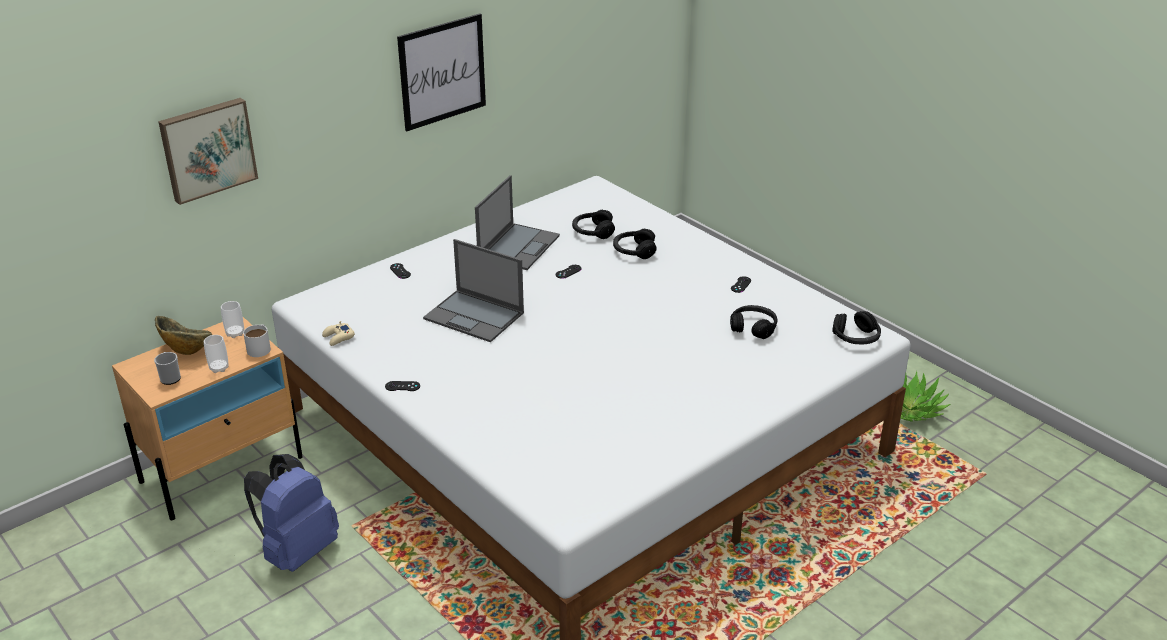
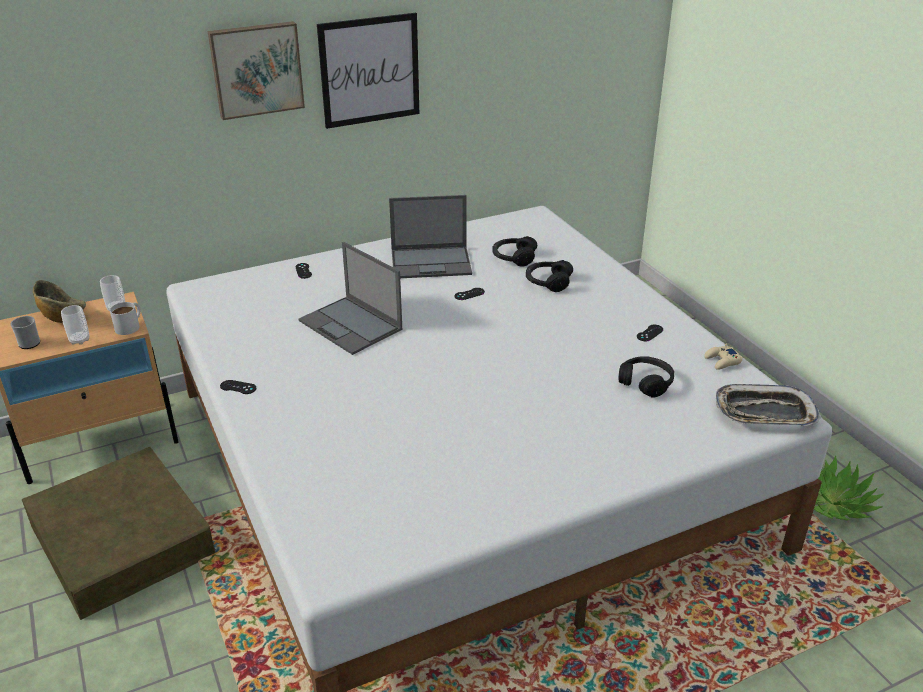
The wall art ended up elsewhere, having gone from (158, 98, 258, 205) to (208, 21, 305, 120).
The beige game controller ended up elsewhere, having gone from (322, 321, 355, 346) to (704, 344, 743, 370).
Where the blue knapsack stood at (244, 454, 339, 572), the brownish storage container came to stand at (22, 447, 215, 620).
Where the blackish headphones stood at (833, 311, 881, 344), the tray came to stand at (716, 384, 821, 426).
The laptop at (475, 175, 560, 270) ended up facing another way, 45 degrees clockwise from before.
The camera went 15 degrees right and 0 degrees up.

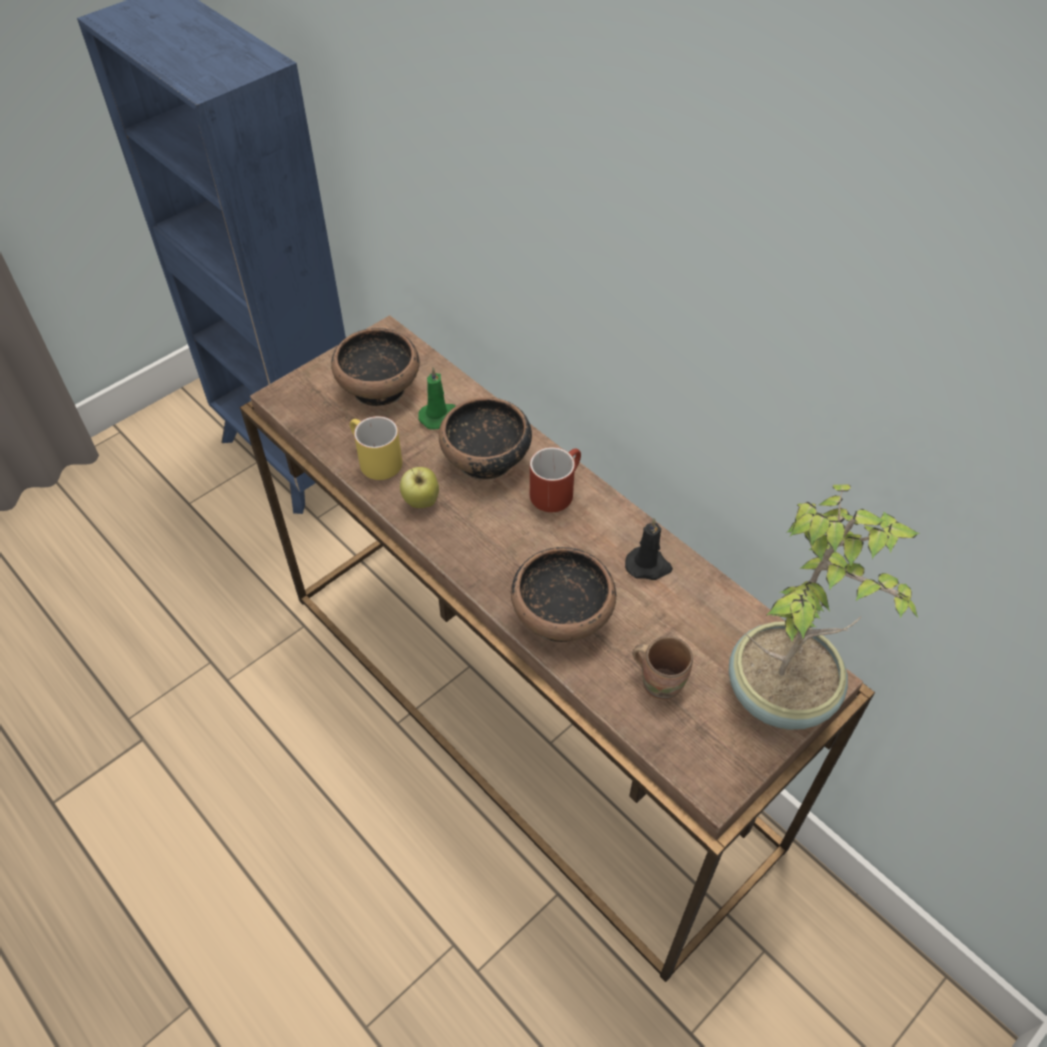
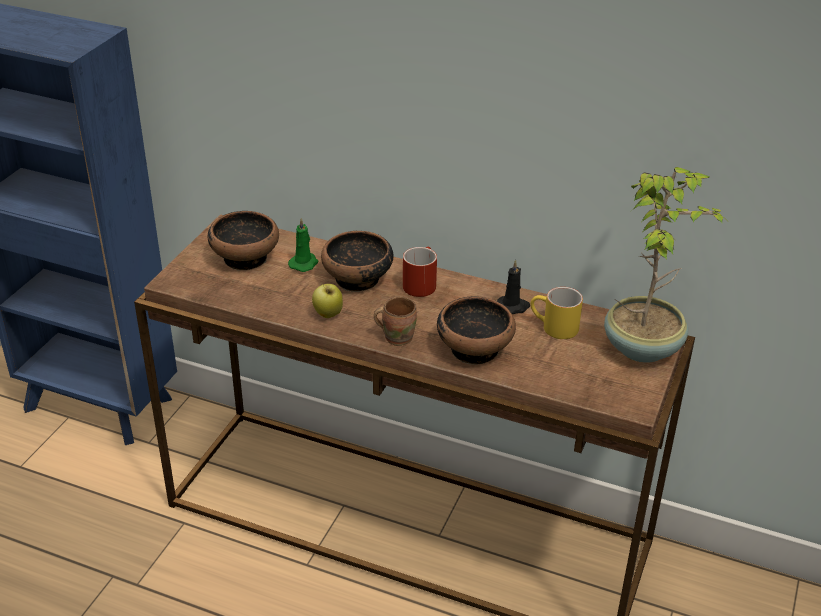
The yellowish mug ended up elsewhere, having gone from (350, 416, 402, 480) to (531, 287, 583, 339).
The brownish mug ended up elsewhere, having gone from (633, 636, 693, 700) to (374, 296, 417, 346).
The camera went 25 degrees left and 15 degrees down.

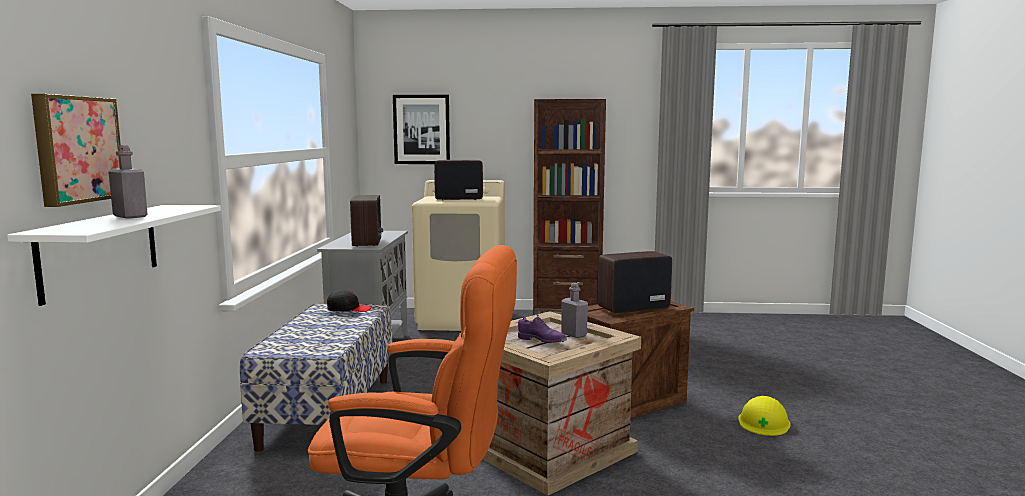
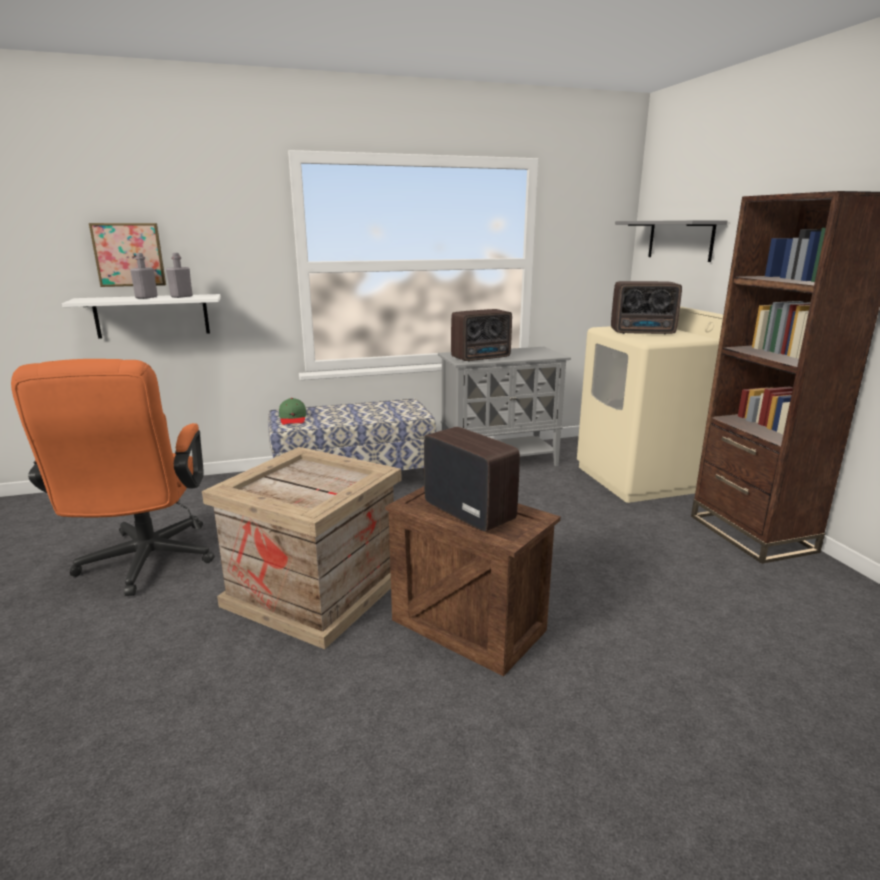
The second view lost the blackish baseball cap at (327, 290, 372, 312).
The second view lost the purple item of footwear at (518, 314, 567, 343).
The second view lost the yellowish work helmet at (738, 396, 791, 436).
The second view gained the green baseball cap at (279, 398, 306, 425).
The gray drink bottle ended up elsewhere, having gone from (561, 283, 588, 338) to (166, 253, 193, 298).
Where the wall art hung at (393, 95, 450, 164), the gray bracket shelf came to hang at (615, 220, 727, 262).
The radio set at (434, 160, 483, 201) ended up facing another way, 120 degrees clockwise from before.
The camera went 70 degrees right and 10 degrees up.

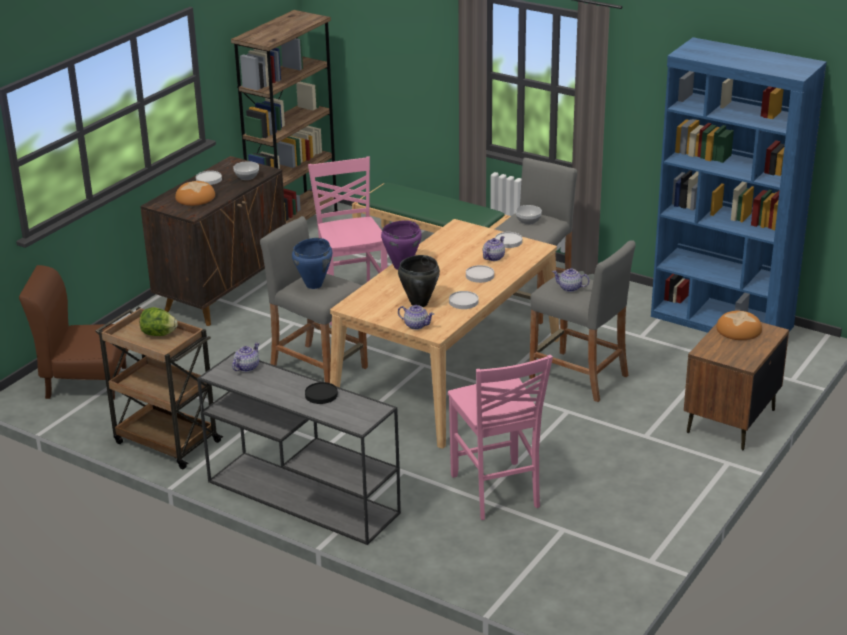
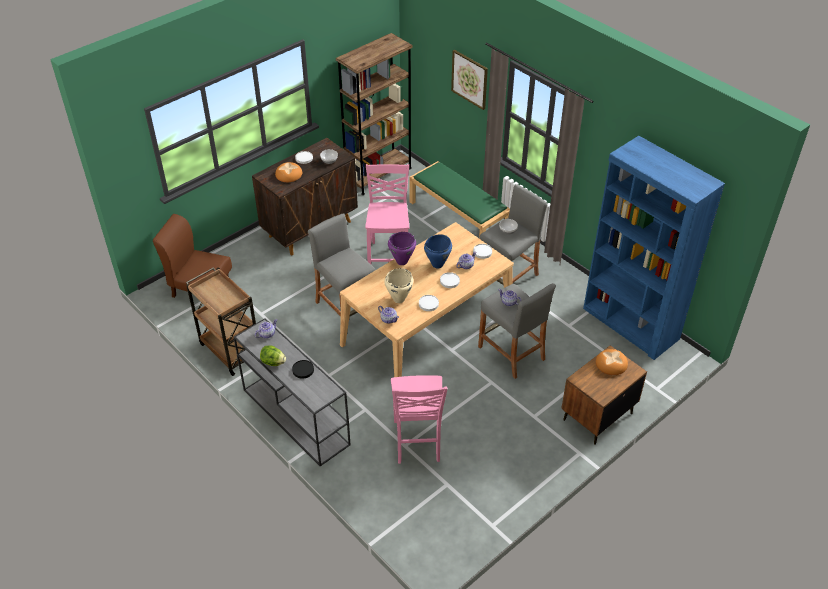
The second view gained the wall art at (451, 50, 488, 110).
The lettuce ended up elsewhere, having gone from (140, 307, 178, 336) to (260, 346, 286, 366).
The blue saucepot ended up elsewhere, having gone from (292, 238, 332, 289) to (424, 234, 452, 269).
What was the blackish saucepot at (398, 255, 440, 307) turned into the beige saucepot at (384, 268, 413, 303).
The camera went 15 degrees right and 15 degrees up.

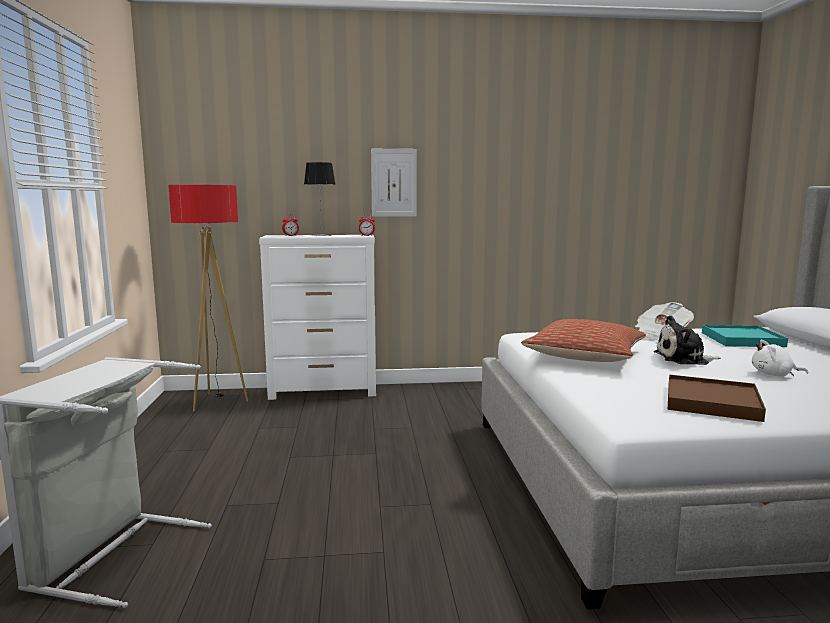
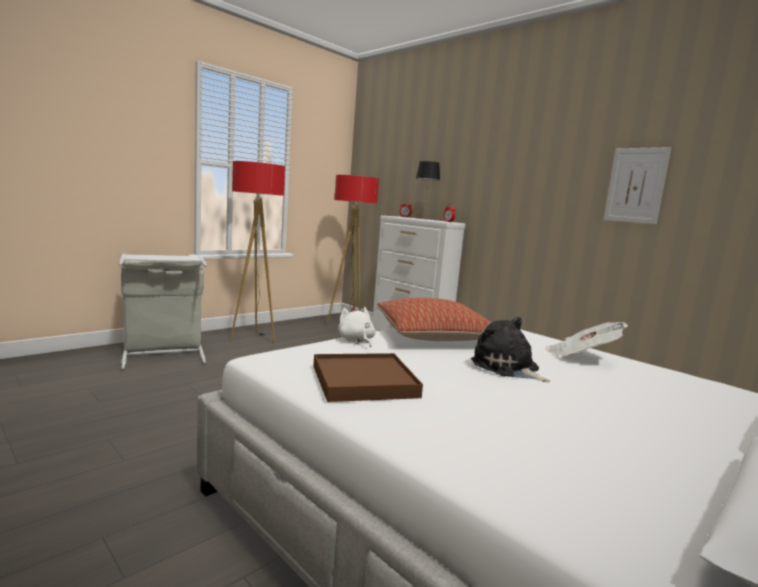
The second view lost the turquoise tray at (702, 325, 788, 347).
The second view gained the floor lamp at (230, 161, 285, 343).
The wall art ended up elsewhere, having gone from (371, 149, 417, 217) to (604, 147, 671, 224).
The white-coloured soft toy ended up elsewhere, having gone from (752, 340, 808, 376) to (338, 307, 375, 347).
The camera went 50 degrees right and 0 degrees up.

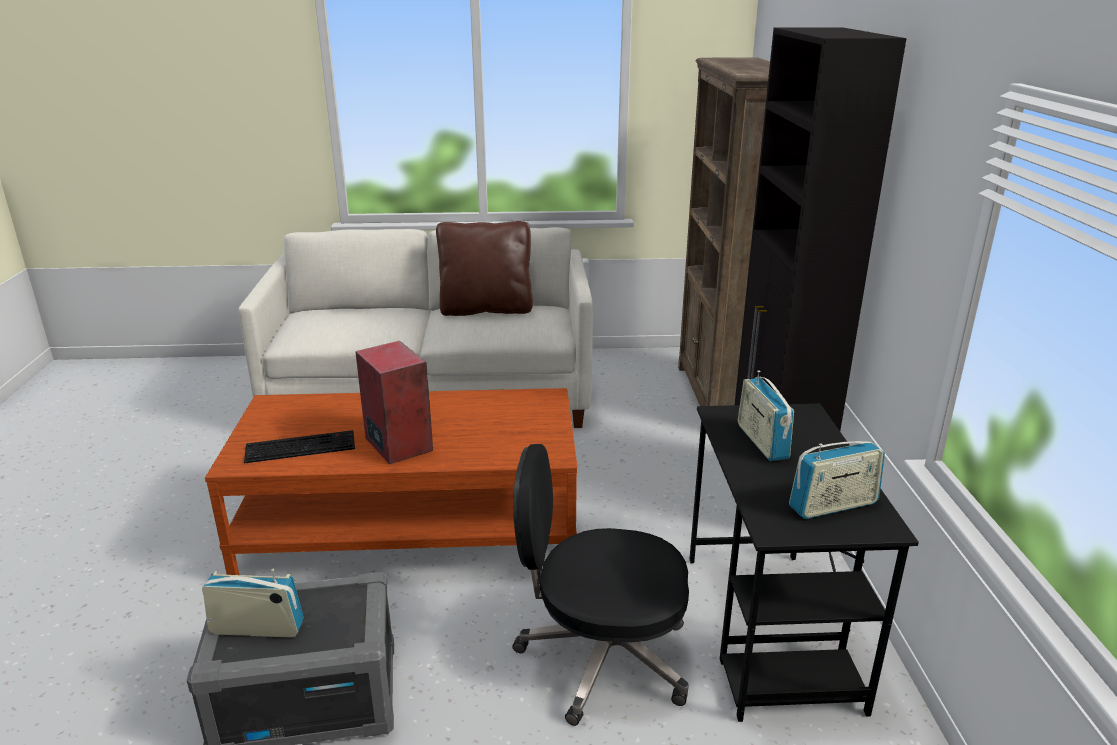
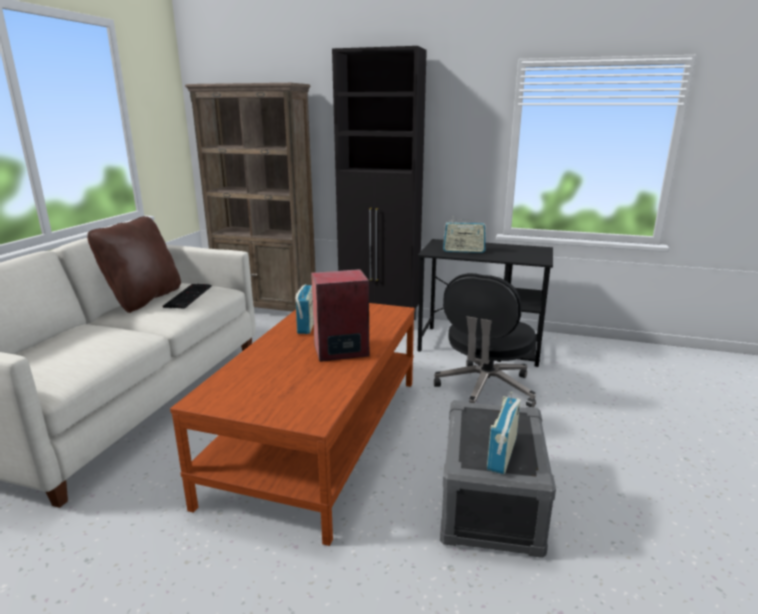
The computer keyboard ended up elsewhere, having gone from (244, 430, 355, 464) to (163, 284, 212, 309).
The radio set ended up elsewhere, having gone from (789, 441, 885, 519) to (295, 284, 314, 334).
The camera went 70 degrees left and 5 degrees down.

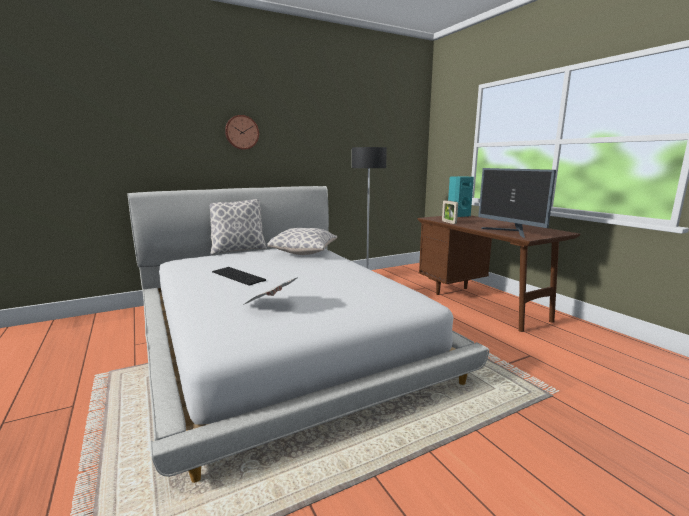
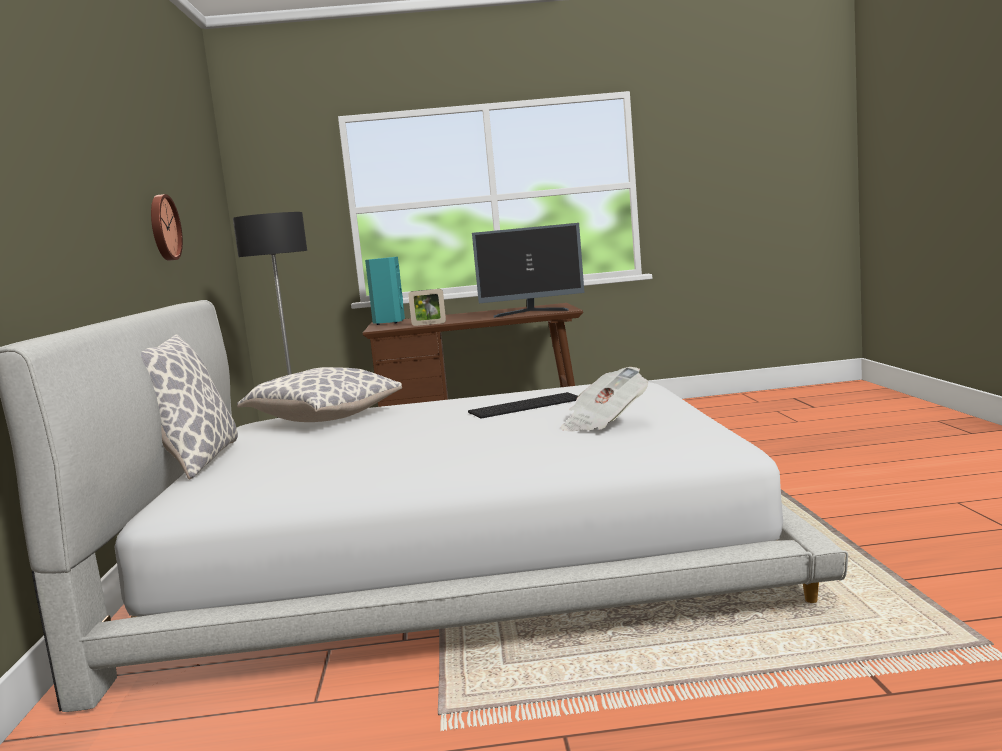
The computer keyboard ended up elsewhere, having gone from (212, 267, 266, 286) to (468, 392, 578, 418).
The clock on the wall ended up elsewhere, having gone from (225, 115, 259, 150) to (151, 194, 183, 261).
The camera went 65 degrees left and 5 degrees down.

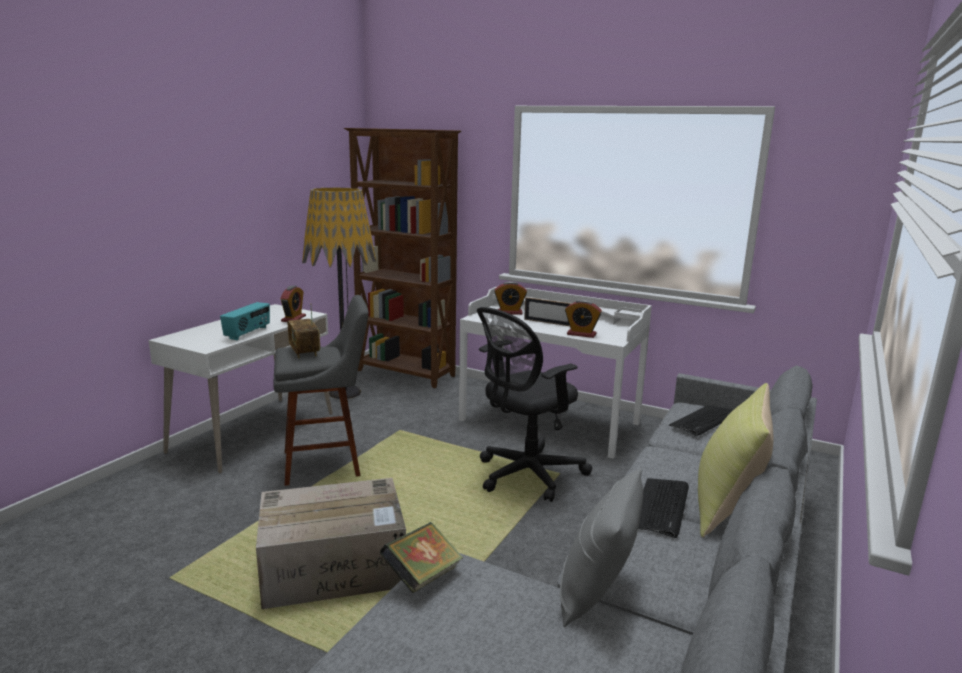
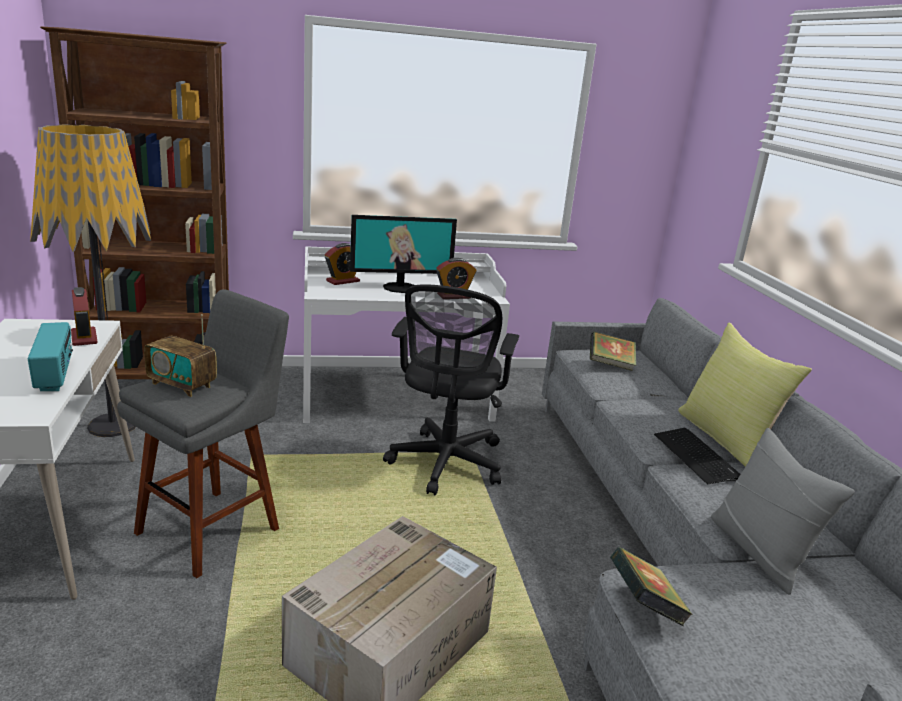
Where the photo frame stood at (524, 297, 572, 326), the computer display came to stand at (350, 215, 457, 293).
Where the computer keyboard stood at (669, 405, 733, 436), the book came to stand at (590, 331, 636, 371).
The camera went 40 degrees left and 5 degrees up.

